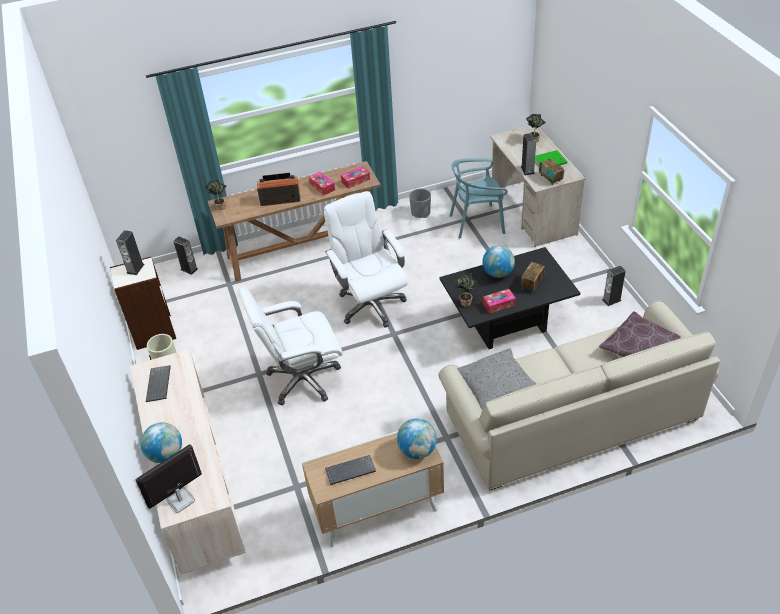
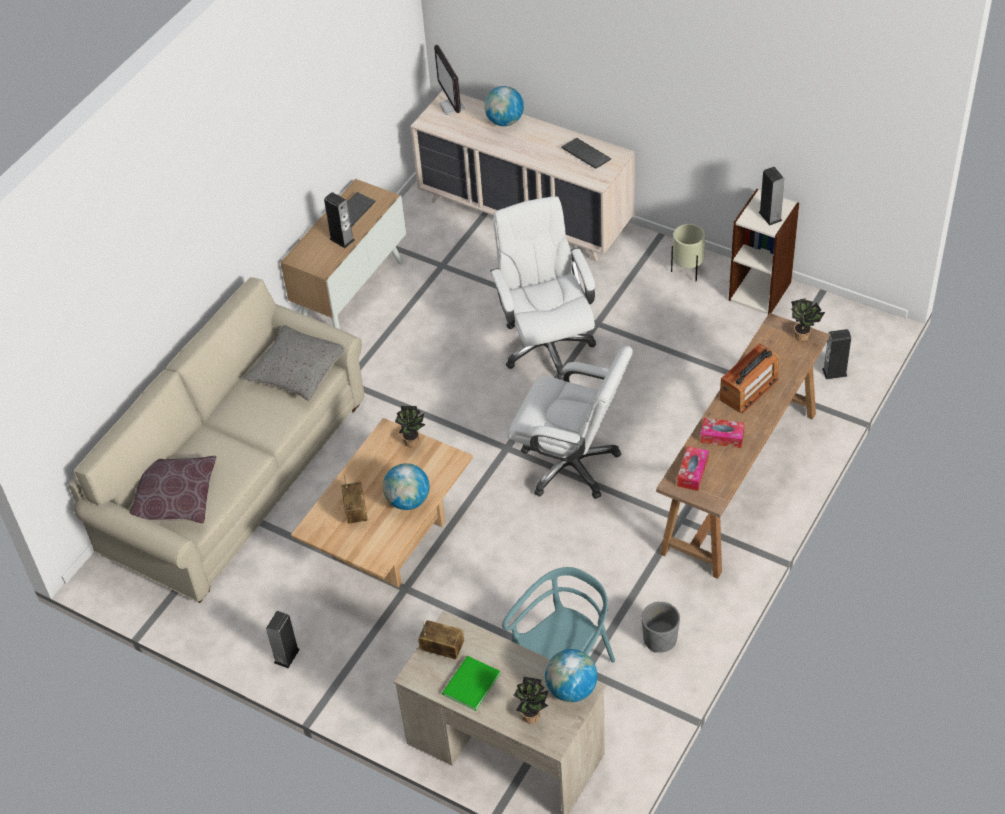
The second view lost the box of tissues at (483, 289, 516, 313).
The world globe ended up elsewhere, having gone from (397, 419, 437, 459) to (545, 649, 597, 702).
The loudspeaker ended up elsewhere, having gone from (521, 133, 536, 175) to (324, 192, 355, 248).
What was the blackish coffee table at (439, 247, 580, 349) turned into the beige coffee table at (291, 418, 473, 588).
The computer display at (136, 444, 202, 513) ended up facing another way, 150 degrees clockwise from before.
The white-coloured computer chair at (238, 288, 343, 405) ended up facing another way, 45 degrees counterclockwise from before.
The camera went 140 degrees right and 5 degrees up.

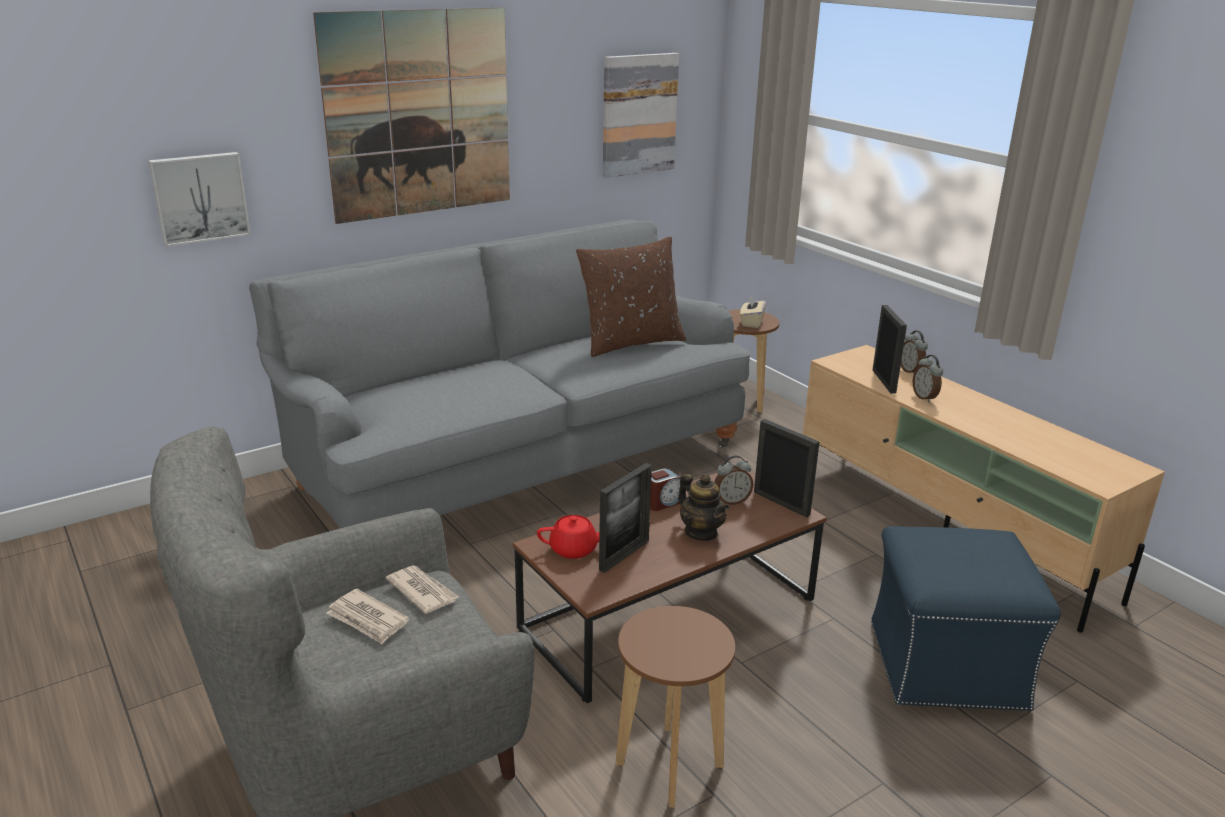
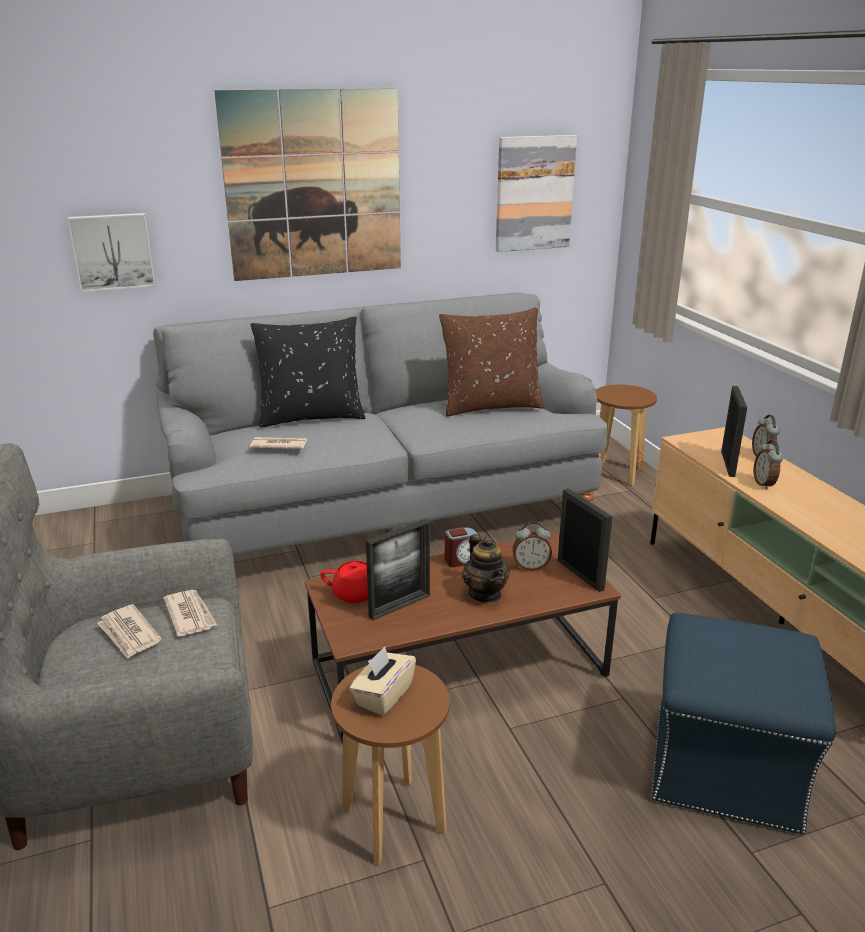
The second view gained the newspaper at (250, 437, 308, 449).
The second view gained the blackish cushion at (251, 316, 365, 428).
The beige box of tissues ended up elsewhere, having gone from (740, 295, 766, 328) to (349, 647, 416, 716).
The camera went 15 degrees right and 0 degrees up.

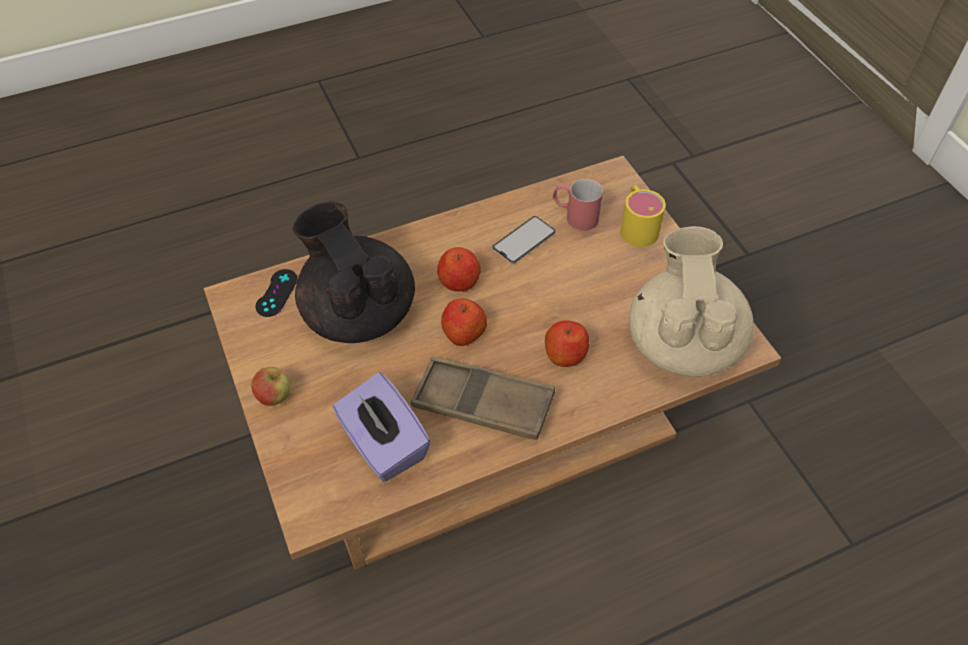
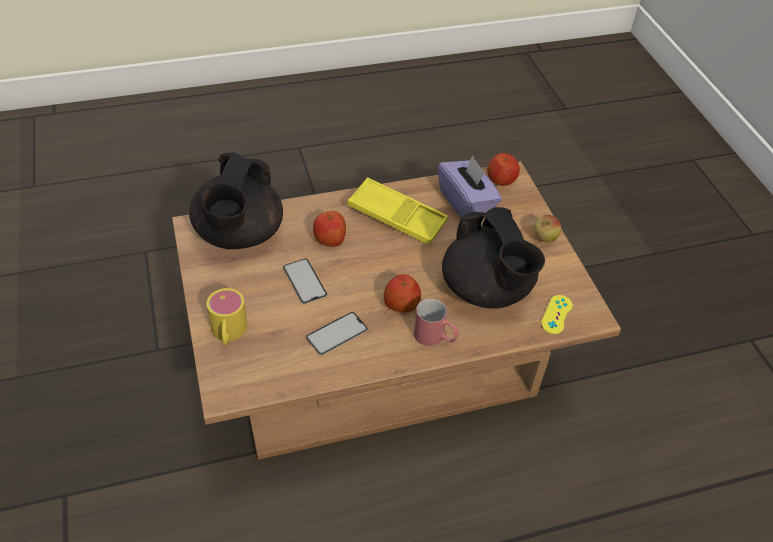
The second view gained the phone at (283, 259, 327, 304).
The apple fruit ended up elsewhere, having gone from (441, 299, 487, 346) to (487, 153, 520, 186).
The reddish mug ended up elsewhere, having gone from (553, 179, 603, 231) to (414, 299, 459, 346).
What was the blackish game controller at (255, 269, 298, 317) turned into the yellowish game controller at (541, 295, 573, 334).
What was the brownish tray at (411, 357, 555, 440) turned into the yellowish tray at (347, 177, 448, 245).
What was the beige pot for tea at (629, 226, 754, 377) turned into the blackish pot for tea at (189, 153, 283, 249).
The camera went 175 degrees left and 5 degrees down.

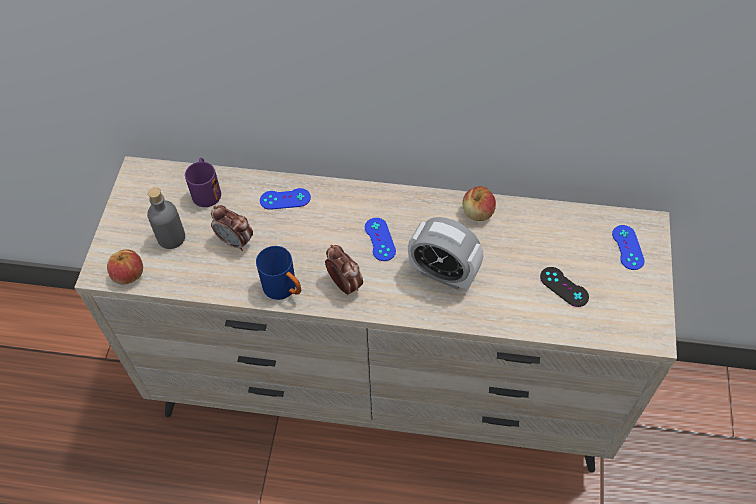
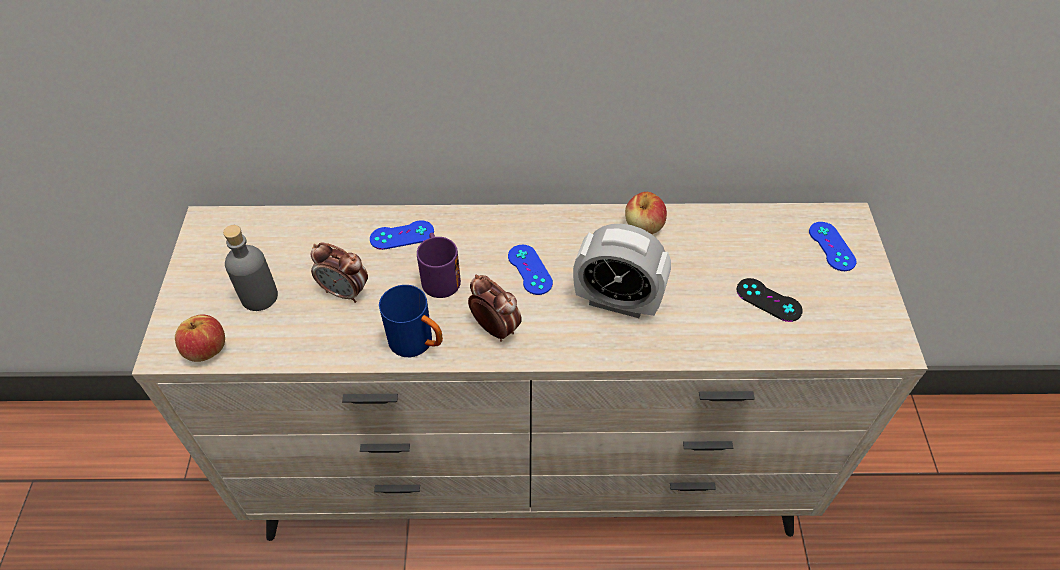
The purple mug ended up elsewhere, having gone from (185, 158, 221, 207) to (417, 233, 461, 298).
The camera went 10 degrees left and 5 degrees down.

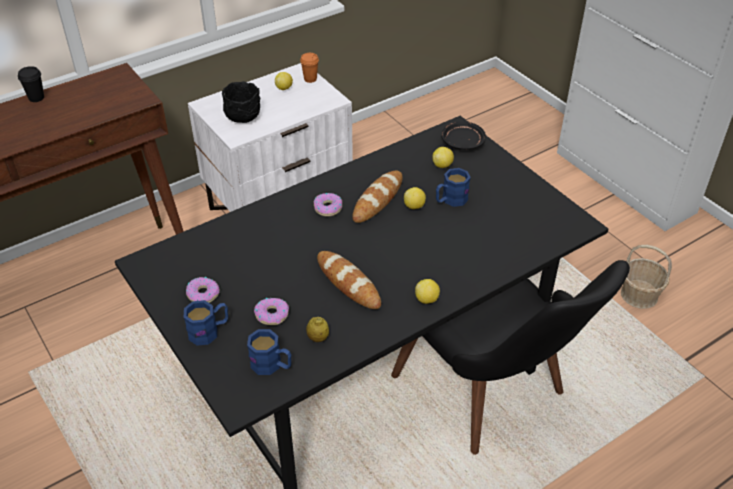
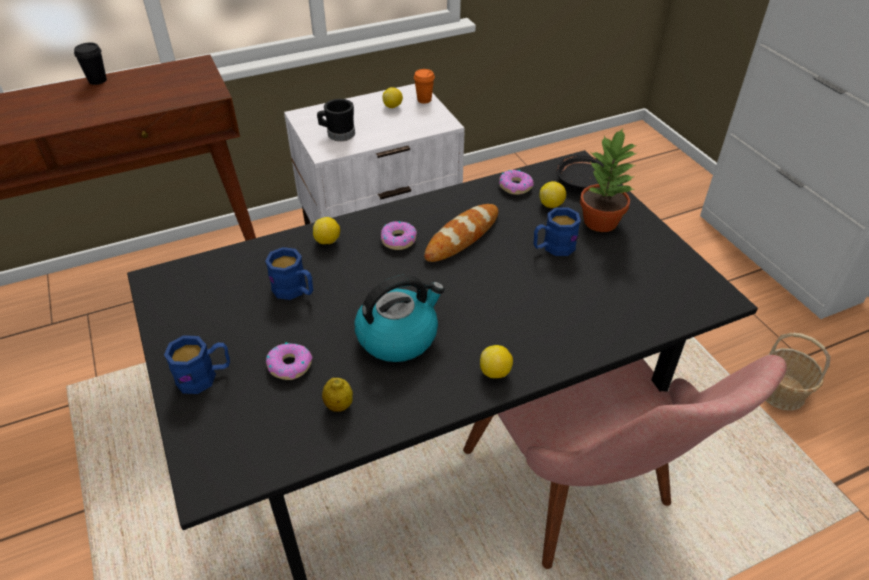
The second view gained the plant in a pot at (580, 128, 637, 232).
The donut ended up elsewhere, having gone from (186, 277, 220, 303) to (499, 170, 534, 195).
The blue mug ended up elsewhere, having gone from (247, 329, 291, 375) to (265, 247, 313, 300).
The lemon ended up elsewhere, having gone from (404, 187, 426, 209) to (313, 217, 340, 244).
Where the blackish deep dish stood at (222, 81, 260, 123), the blackish mug came to stand at (317, 99, 355, 141).
Where the baked bread stood at (317, 251, 381, 309), the water kettle came to stand at (354, 275, 445, 362).
What was the blackish plain chair at (391, 260, 630, 455) turned into the pinkish plain chair at (463, 355, 787, 569).
The camera went 10 degrees right and 0 degrees up.

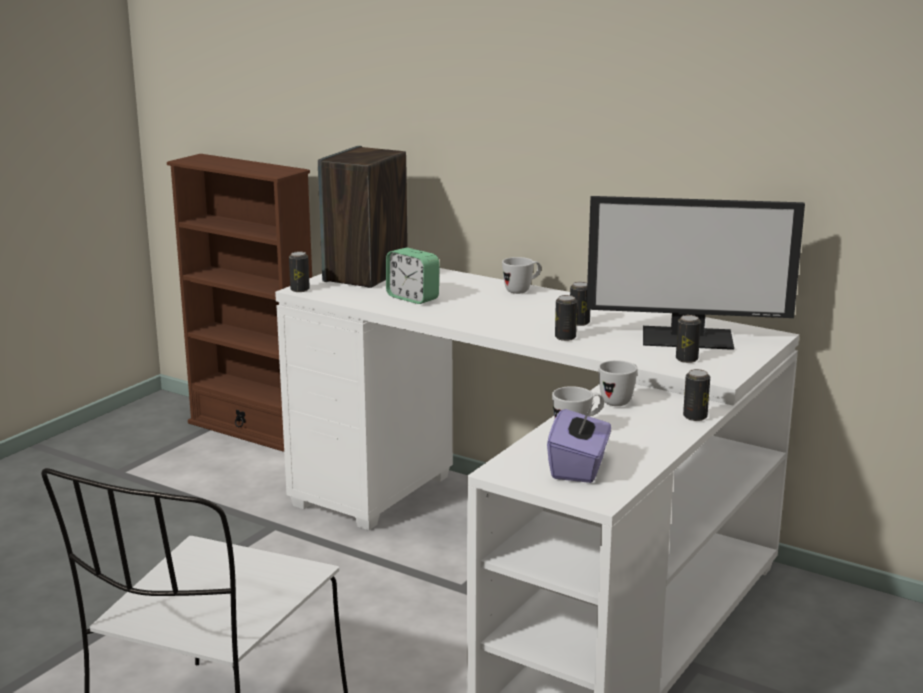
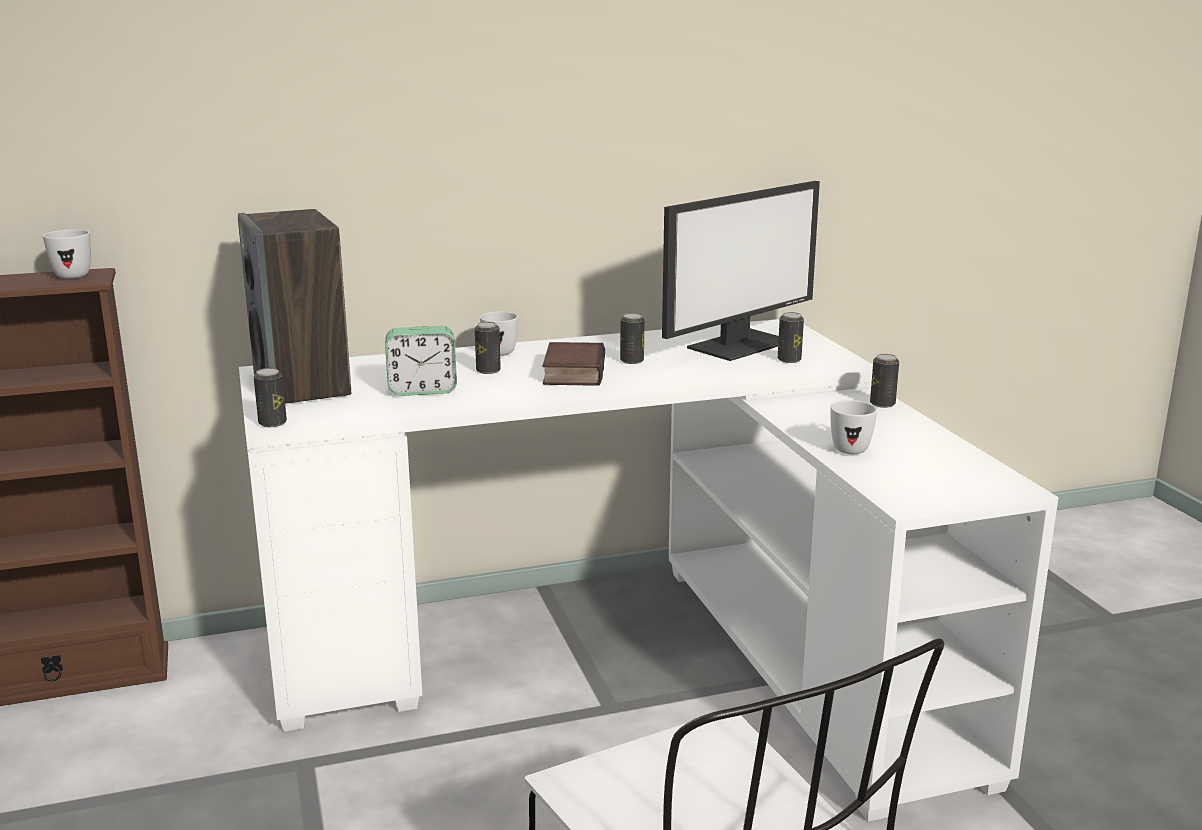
The second view lost the purple box of tissues at (547, 403, 611, 483).
The second view gained the book at (542, 342, 605, 386).
The can ended up elsewhere, having gone from (555, 295, 577, 341) to (475, 322, 501, 374).
The white-coloured mug ended up elsewhere, having gone from (598, 360, 638, 406) to (43, 229, 91, 279).
The camera went 50 degrees left and 0 degrees up.

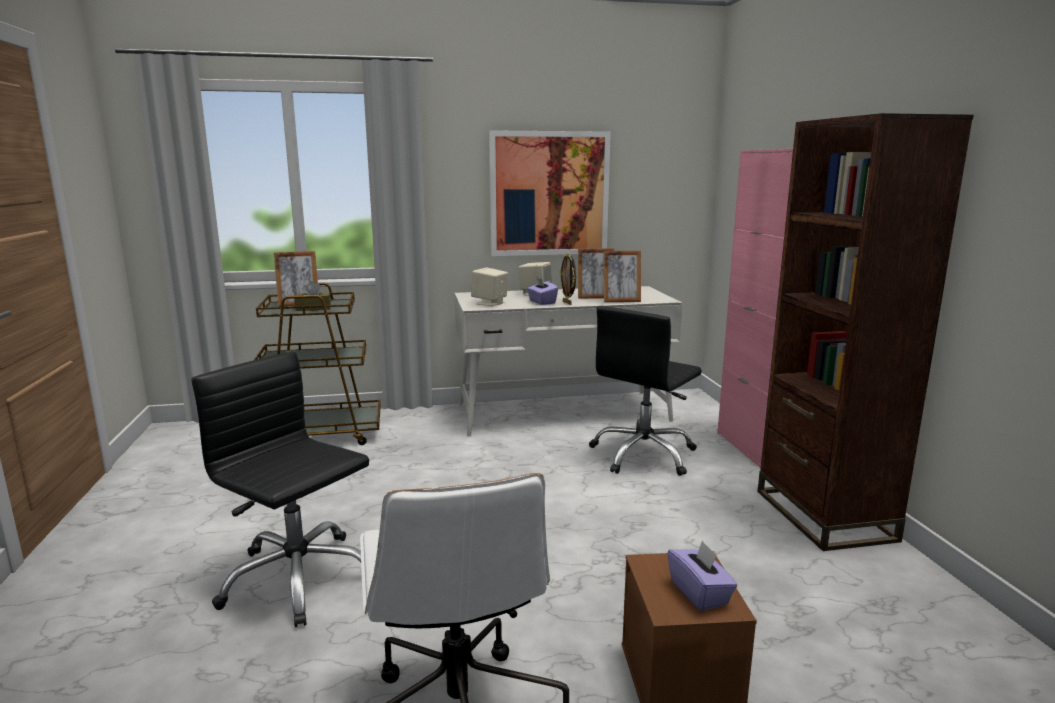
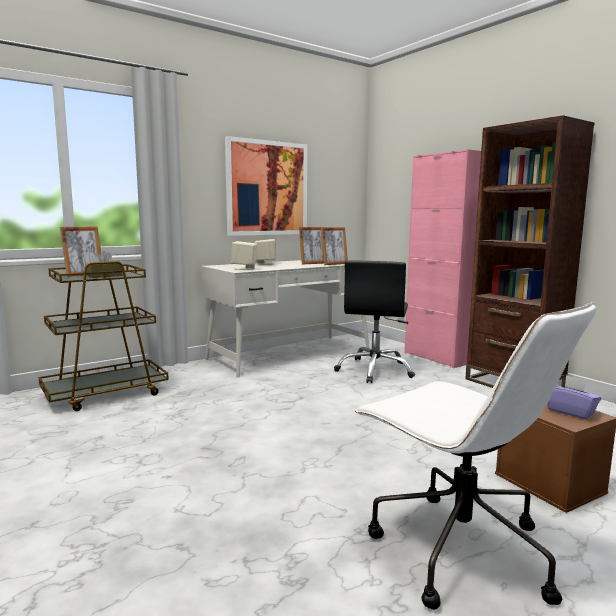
The second view lost the blackish computer chair at (191, 351, 369, 627).
The second view lost the purple box of tissues at (527, 277, 558, 305).
The second view lost the photo frame at (560, 253, 576, 305).
The camera went 25 degrees left and 5 degrees down.

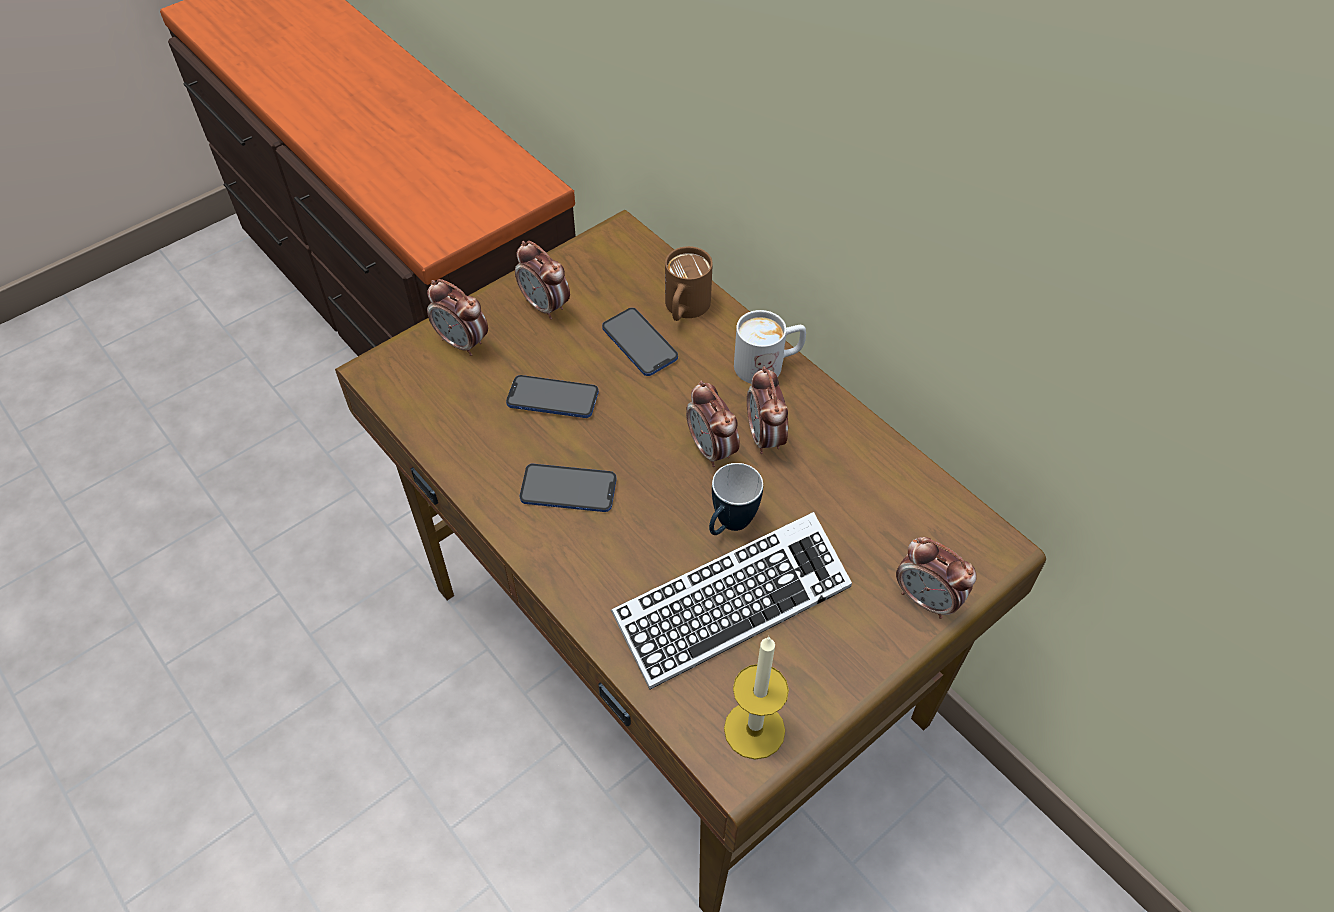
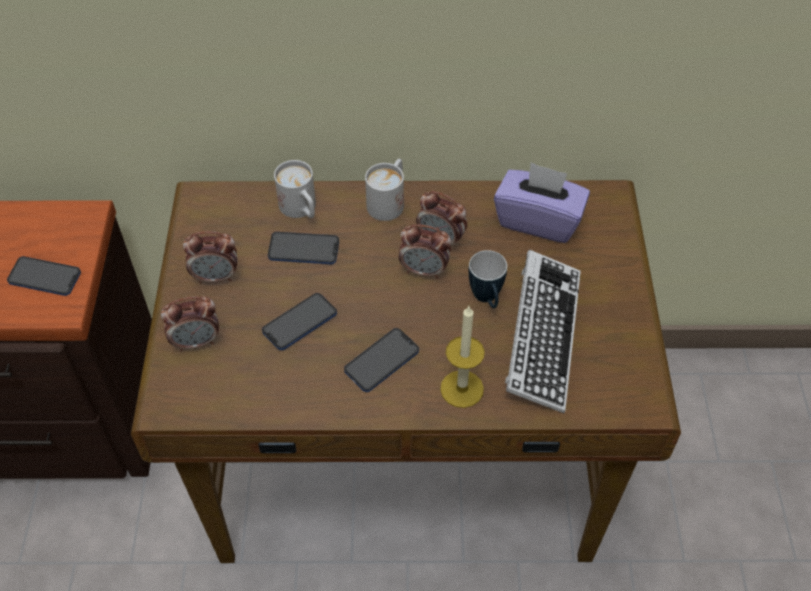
The second view lost the alarm clock at (896, 537, 977, 619).
The second view gained the phone at (7, 256, 81, 296).
The second view gained the purple box of tissues at (494, 163, 590, 243).
The wax candle ended up elsewhere, having gone from (724, 637, 789, 759) to (440, 306, 485, 408).
What was the brownish mug at (665, 246, 713, 321) turned into the white-coloured mug at (274, 160, 316, 218).
The camera went 50 degrees left and 0 degrees up.

